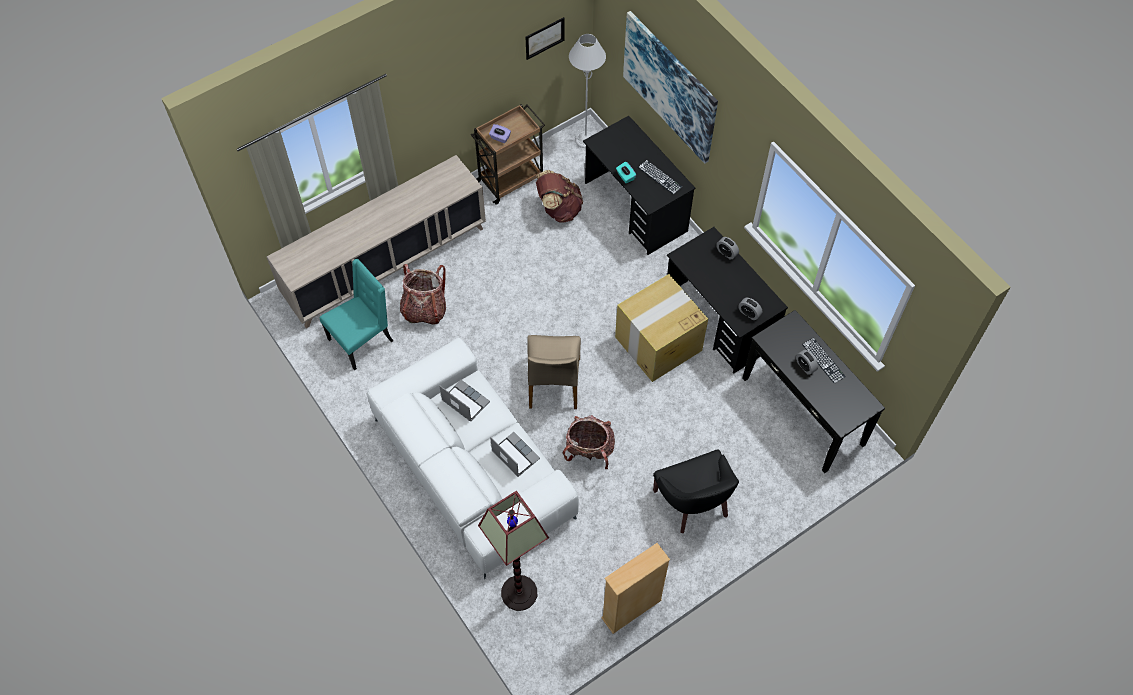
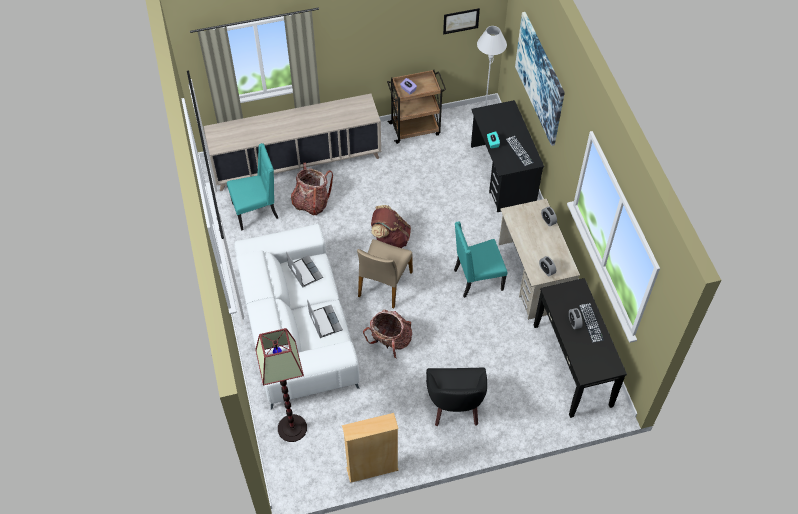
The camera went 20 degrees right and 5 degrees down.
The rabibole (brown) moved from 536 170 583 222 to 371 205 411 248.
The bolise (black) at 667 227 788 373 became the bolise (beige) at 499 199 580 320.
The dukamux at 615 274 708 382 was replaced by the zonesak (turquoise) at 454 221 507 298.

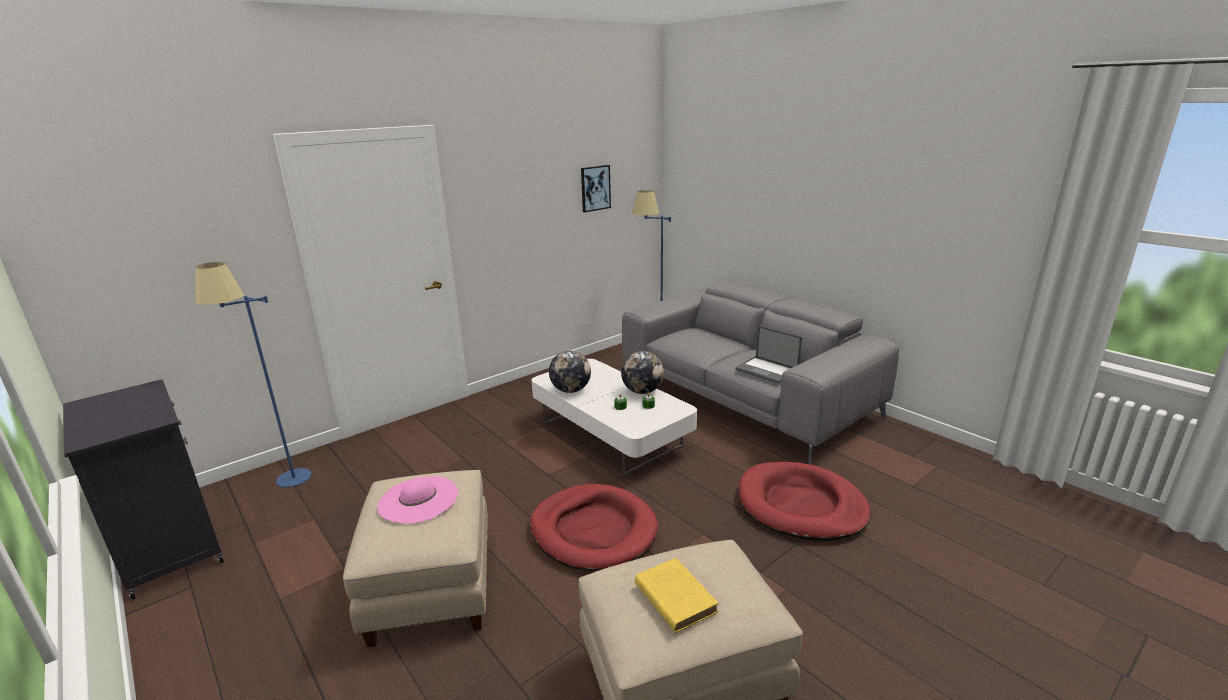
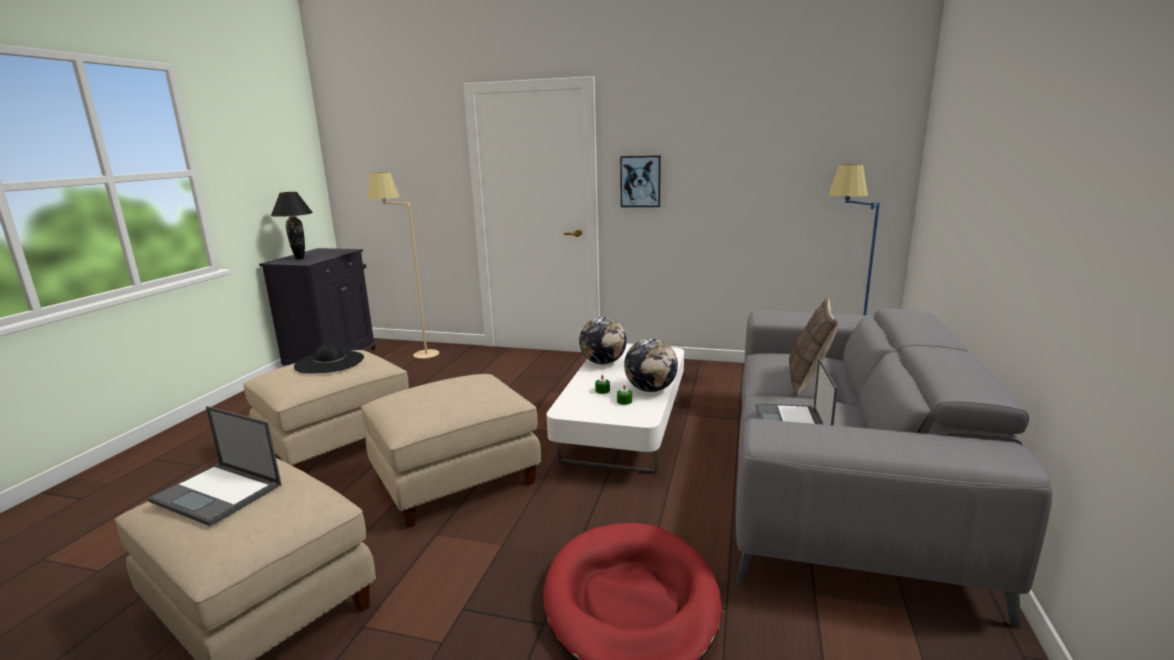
The camera went 55 degrees right and 5 degrees down.
The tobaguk moved from 581 165 611 212 to 620 155 661 207.
The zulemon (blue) at 195 262 312 488 became the zulemon (beige) at 367 172 439 359.
The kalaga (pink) at 377 476 458 524 became the kalaga (black) at 294 344 364 374.
The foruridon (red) at 530 484 658 570 was replaced by the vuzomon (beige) at 361 374 541 528.
The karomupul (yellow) at 635 558 719 633 was replaced by the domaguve at 148 406 282 526.
The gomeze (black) at 271 192 313 259 appeared.
The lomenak at 789 298 838 396 appeared.

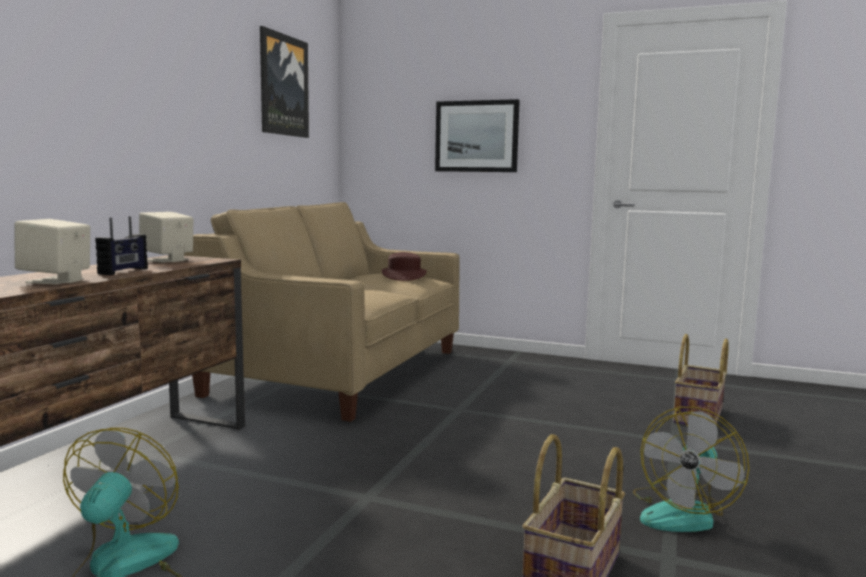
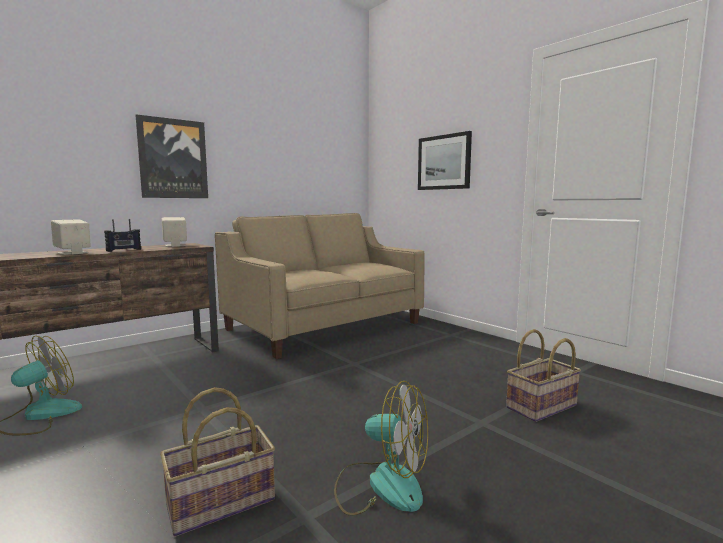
The camera went 30 degrees right and 0 degrees up.
The tobaguk moved from 260 26 309 138 to 135 114 208 198.
The kalaga (brown) at 382 252 427 281 disappeared.
The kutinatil at 633 407 749 532 turned 135 degrees counterclockwise.

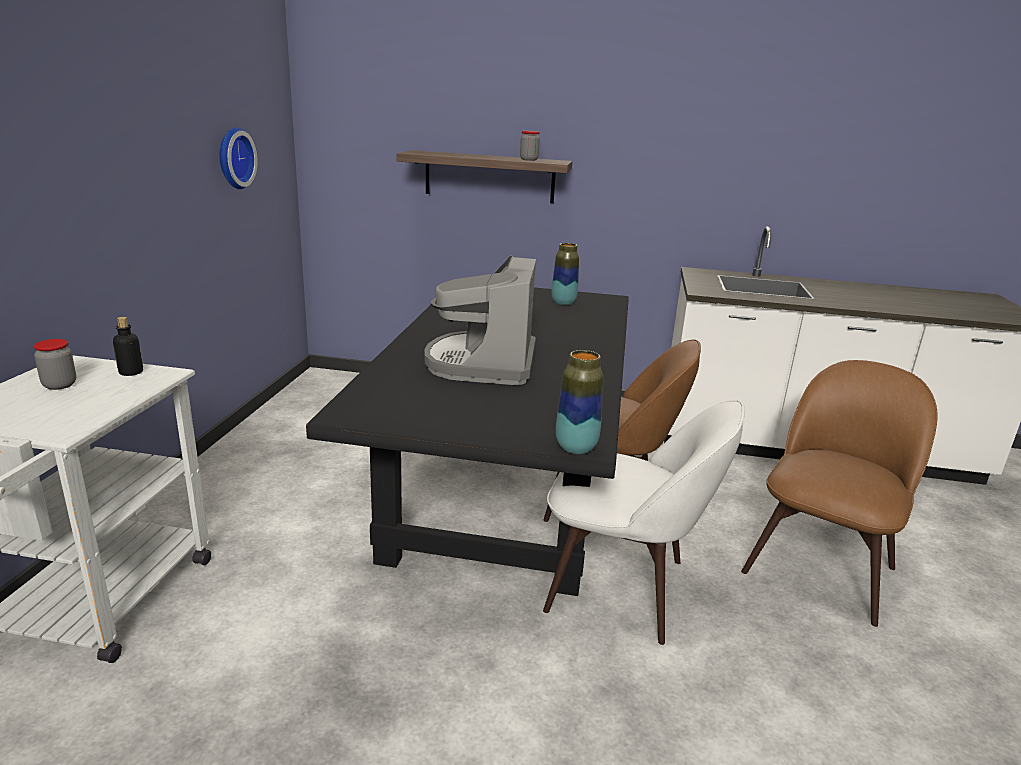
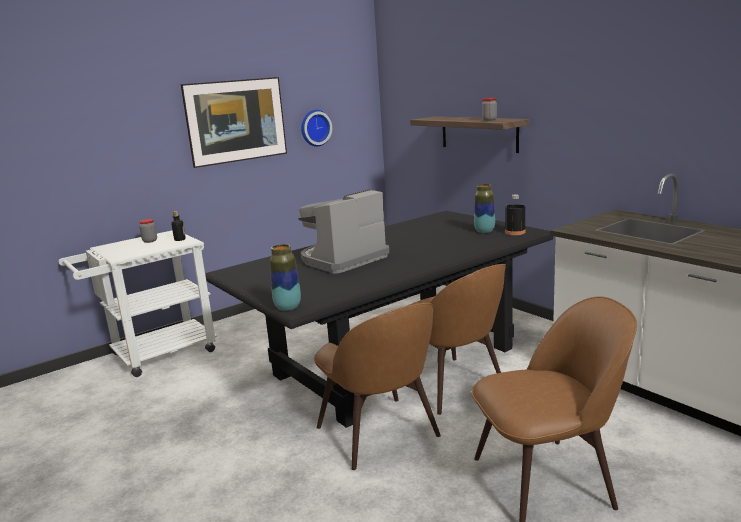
The camera went 45 degrees right and 5 degrees down.
The zonesak (white) at 543 400 745 645 became the zonesak (brown) at 314 303 441 470.
The tobaguk at 181 77 287 168 appeared.
The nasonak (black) at 505 194 525 235 appeared.

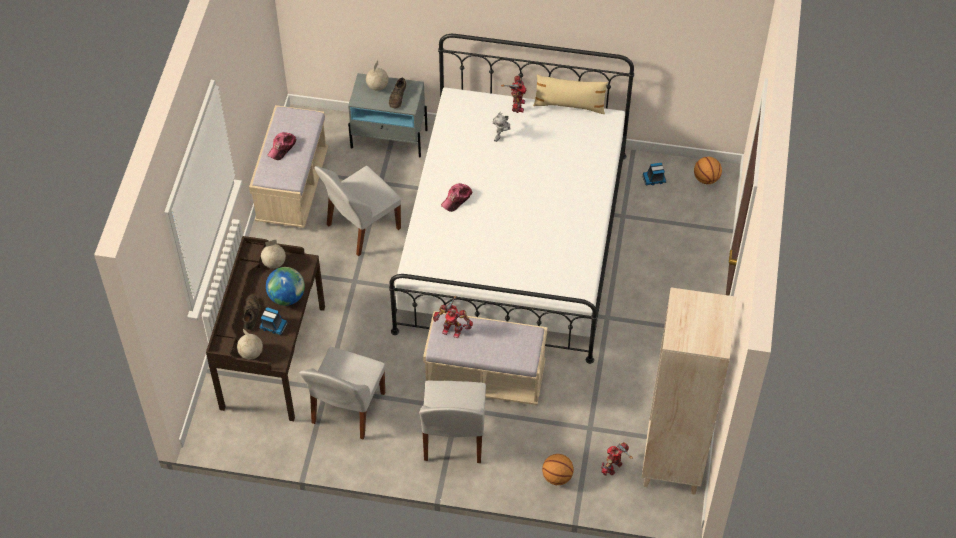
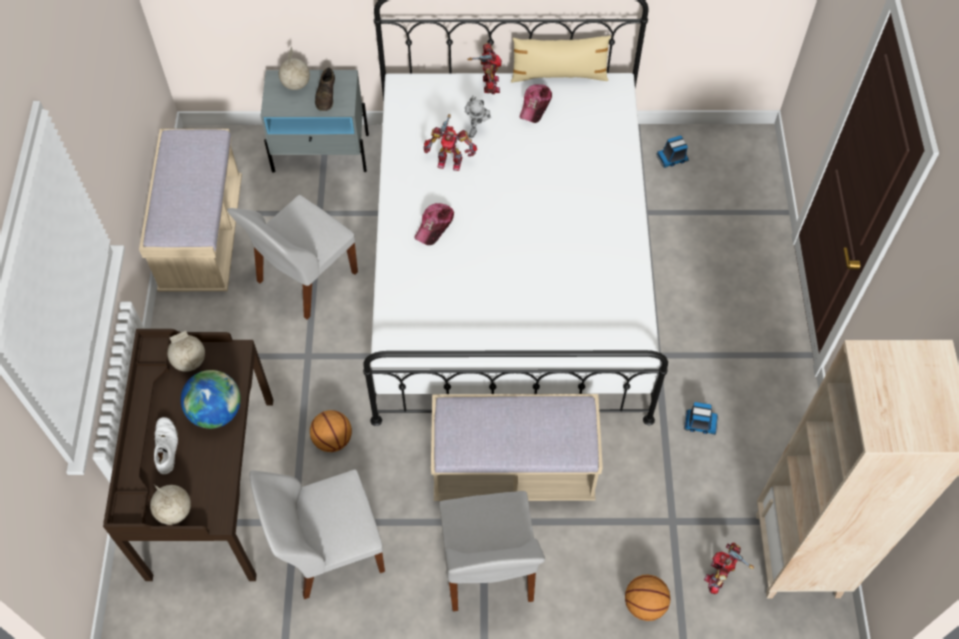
The camera went 10 degrees left and 5 degrees up.
The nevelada moved from 268 132 296 160 to 520 84 552 123.
The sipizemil moved from 694 157 722 184 to 310 410 352 452.
The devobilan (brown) at 243 295 260 330 became the devobilan (white) at 154 417 178 474.
The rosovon moved from 433 296 473 338 to 423 114 477 171.
The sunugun moved from 259 307 287 335 to 684 402 718 435.
The zonesak (white) at 300 347 385 439 turned 60 degrees clockwise.

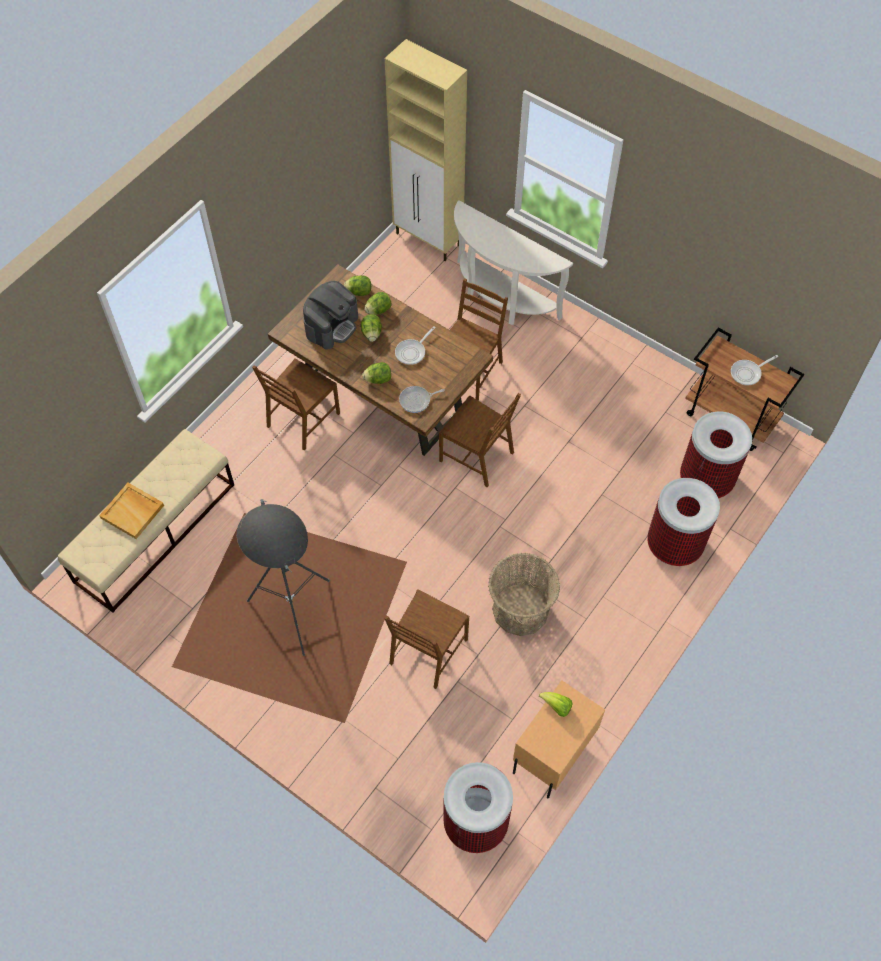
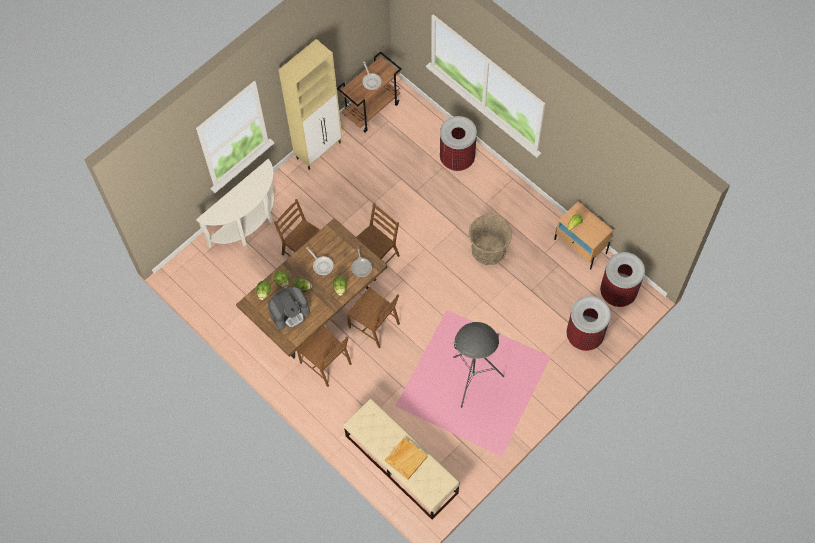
The camera went 80 degrees left and 5 degrees up.
The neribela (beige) moved from 385 39 467 261 to 279 39 342 170.
The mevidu at 303 281 358 349 turned 105 degrees clockwise.
The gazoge moved from 680 412 752 498 to 566 296 611 351.
The zulemon (brown) at 172 499 407 723 became the zulemon (pink) at 395 310 550 457.
The zonesak (brown) moved from 384 589 469 689 to 346 287 400 348.

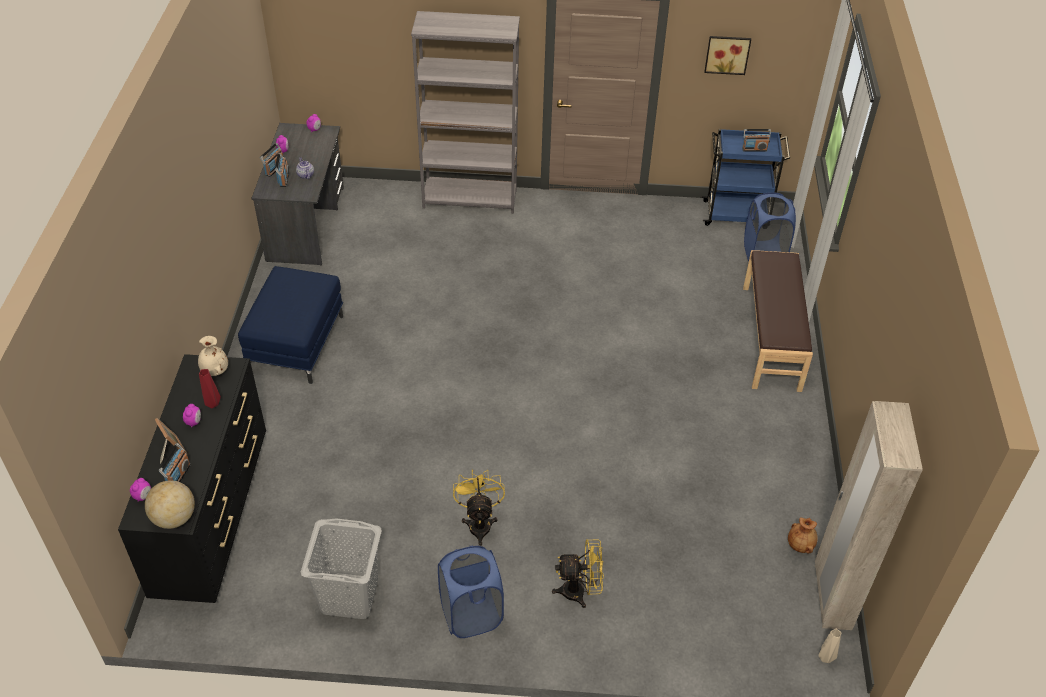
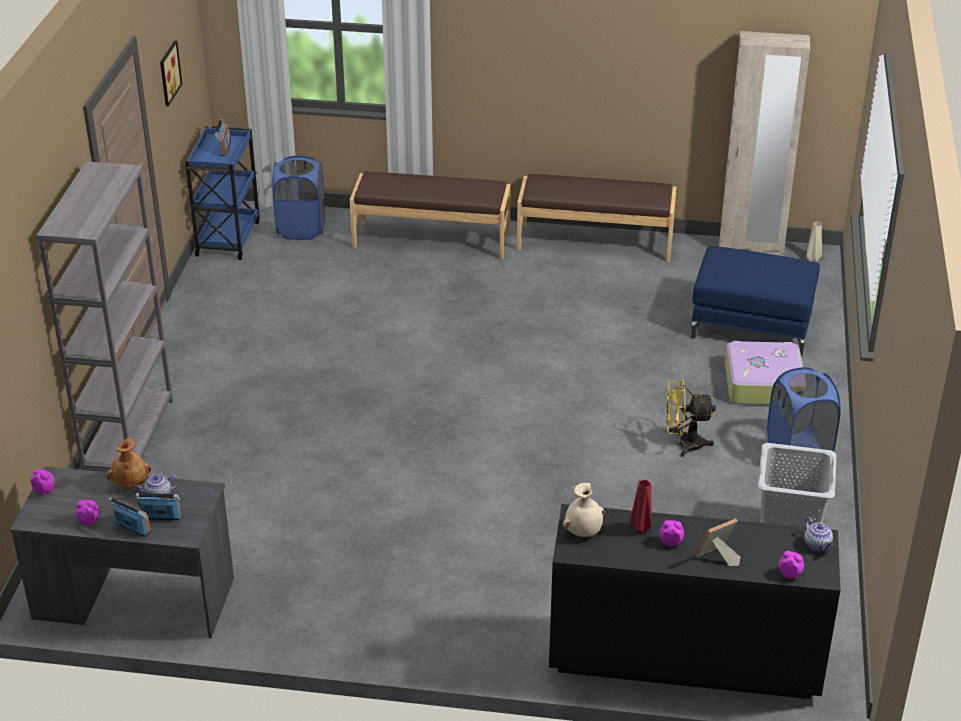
The camera went 85 degrees left and 10 degrees down.
The vuzomon (blue) moved from 238 266 343 384 to 691 245 820 356.
The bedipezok at 159 443 191 482 disappeared.
The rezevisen at 145 480 195 529 was replaced by the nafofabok at 804 517 833 552.
The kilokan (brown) moved from 788 518 818 553 to 106 438 151 489.
The kutinatil (yellow) at 552 539 604 608 was replaced by the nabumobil at 725 341 803 405.
The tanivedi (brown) at 517 174 677 262 appeared.

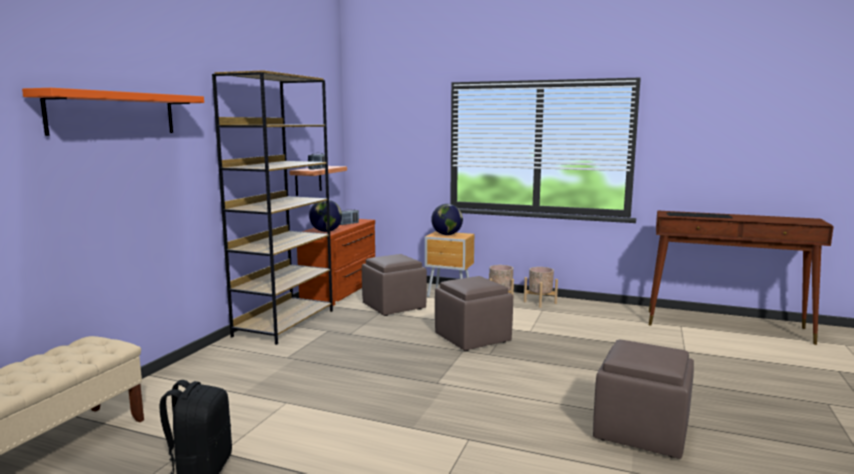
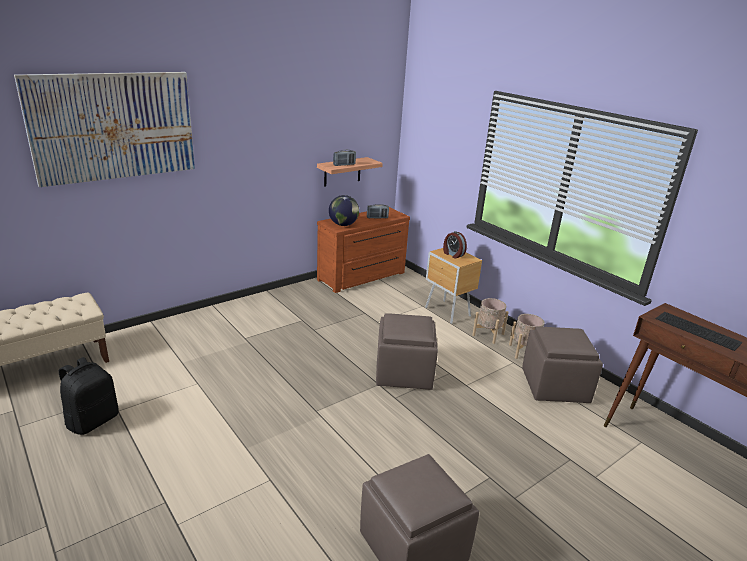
The camera went 30 degrees right and 15 degrees up.
The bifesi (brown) at 212 70 333 345 disappeared.
The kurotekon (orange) at 22 88 204 136 was replaced by the tobaguk at 14 72 195 187.
The rezevisen at 431 204 463 235 was replaced by the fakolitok at 443 231 467 259.
The vuzomon (brown) moved from 362 254 427 316 to 522 327 603 403.

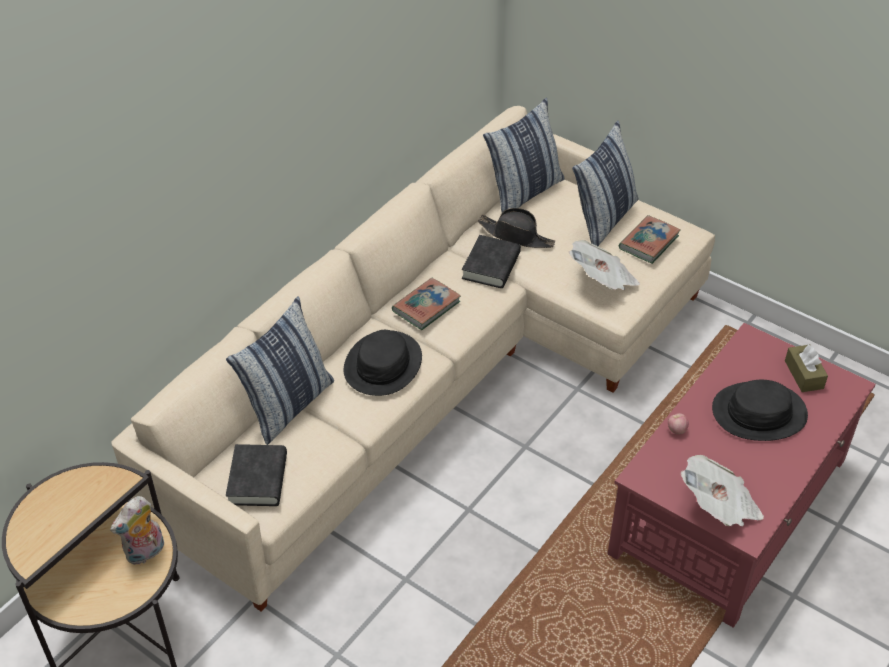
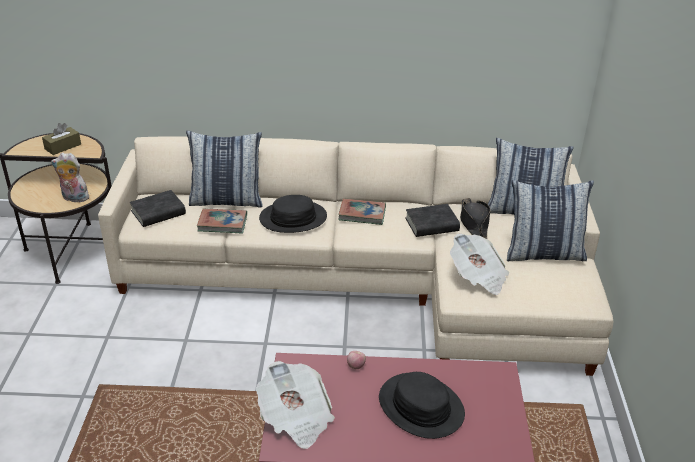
The camera went 55 degrees right and 10 degrees down.
The karomupul moved from 619 215 681 264 to 197 209 247 234.
The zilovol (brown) moved from 785 344 828 392 to 42 123 81 155.

